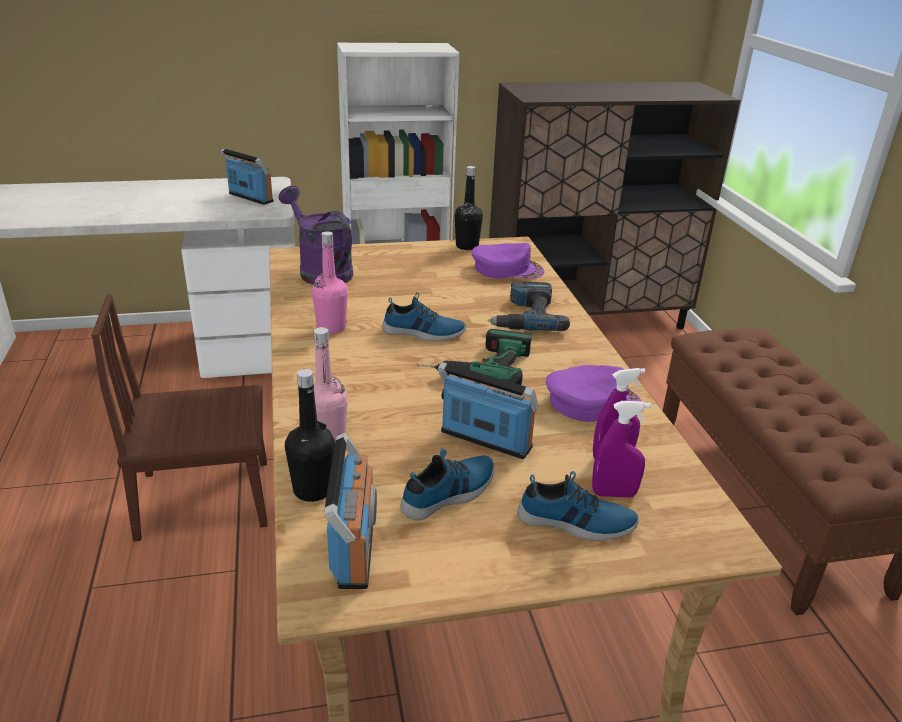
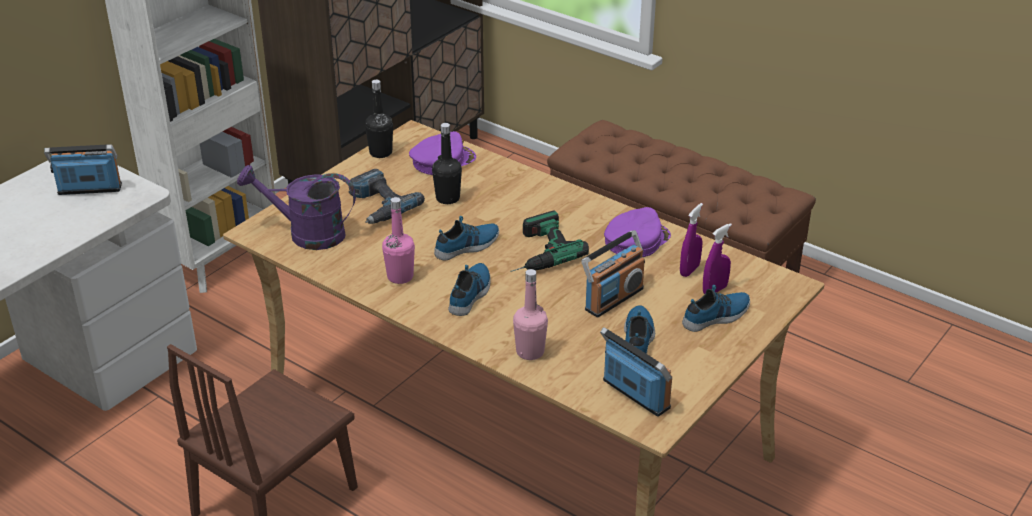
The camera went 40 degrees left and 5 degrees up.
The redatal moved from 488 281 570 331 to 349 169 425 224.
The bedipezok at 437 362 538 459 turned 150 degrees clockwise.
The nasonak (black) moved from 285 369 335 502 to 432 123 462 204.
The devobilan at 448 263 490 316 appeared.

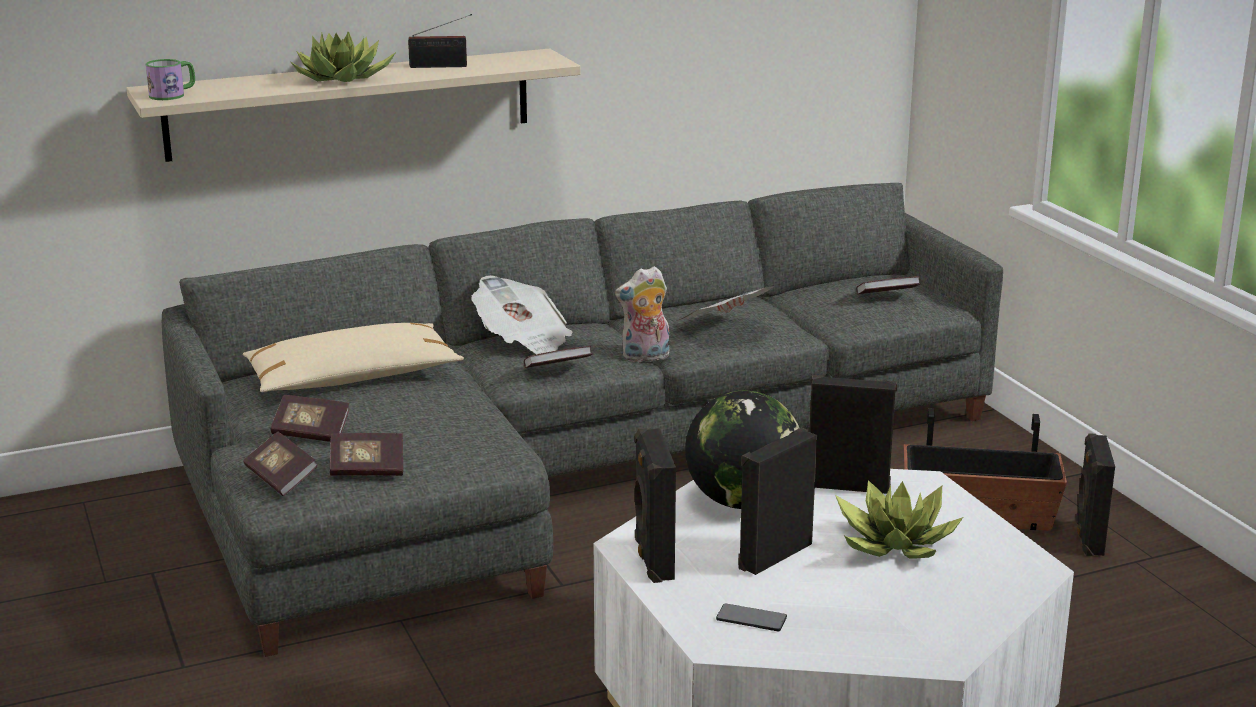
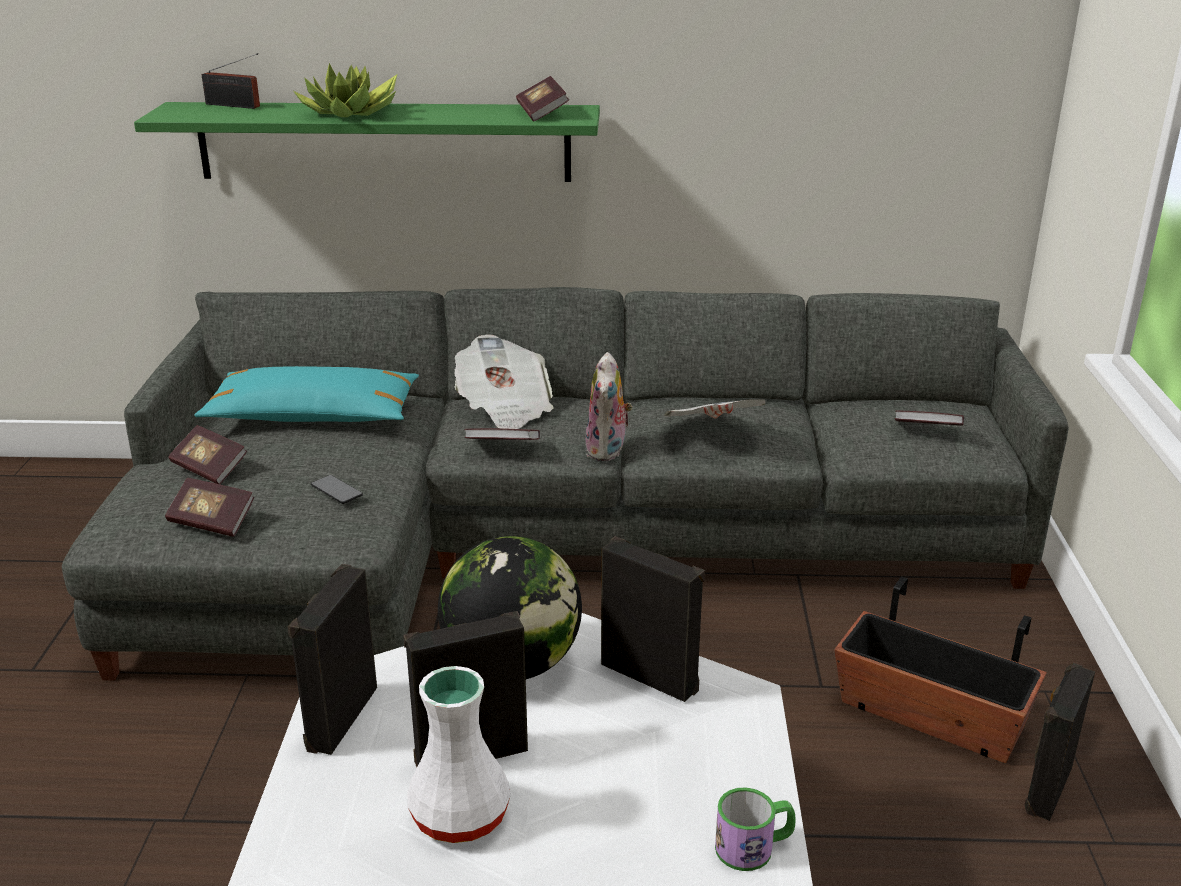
The camera went 25 degrees right and 5 degrees up.
The bedipezok moved from 408 14 472 68 to 202 53 260 109.
The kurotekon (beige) at 127 49 581 162 became the kurotekon (green) at 134 102 600 182.
The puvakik moved from 145 59 195 100 to 715 788 796 871.
The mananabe at 615 266 669 363 turned 90 degrees counterclockwise.
The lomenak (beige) at 243 323 464 392 became the lomenak (turquoise) at 195 366 419 422.
The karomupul moved from 243 432 318 496 to 516 76 569 121.
The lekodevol at 835 480 963 558 disappeared.
The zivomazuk moved from 716 603 787 631 to 311 475 363 504.
The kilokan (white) at 407 666 510 843 appeared.

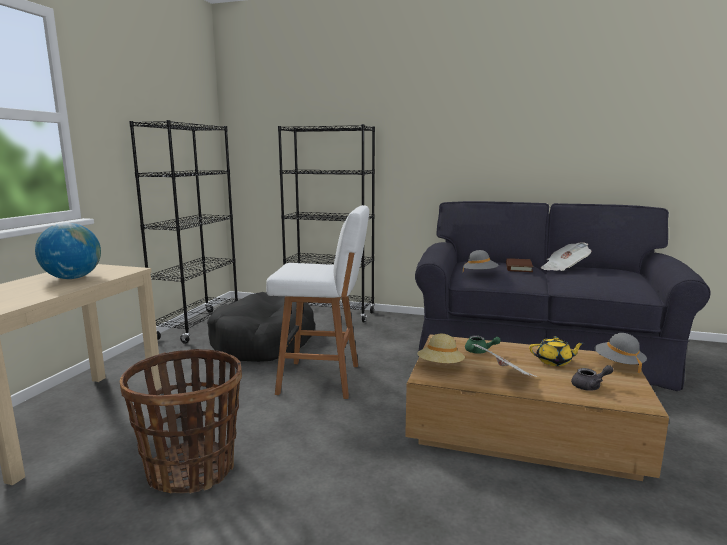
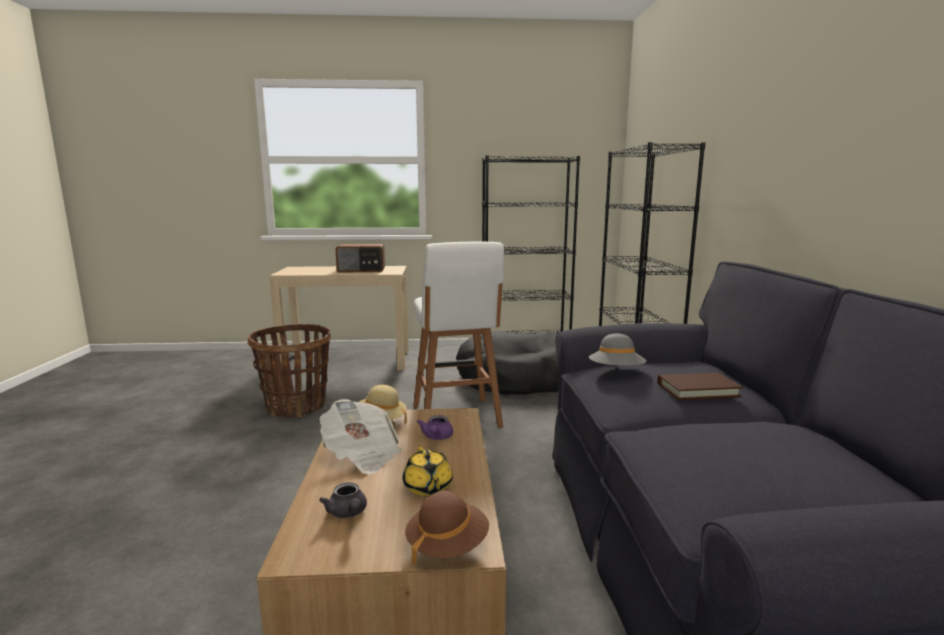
The camera went 70 degrees right and 0 degrees up.
The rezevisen at 35 223 101 279 was replaced by the bedipezok at 335 244 385 273.
The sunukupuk at 541 242 591 271 disappeared.
The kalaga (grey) at 595 333 647 373 became the kalaga (brown) at 405 491 489 565.
The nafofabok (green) at 465 335 501 354 became the nafofabok (purple) at 417 415 453 440.

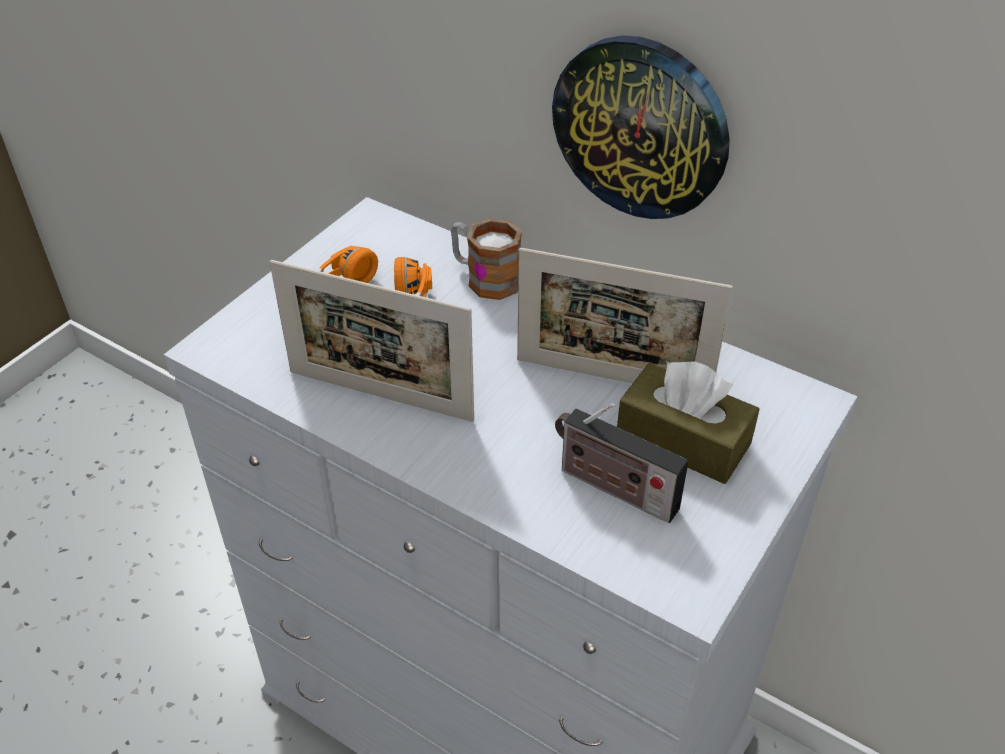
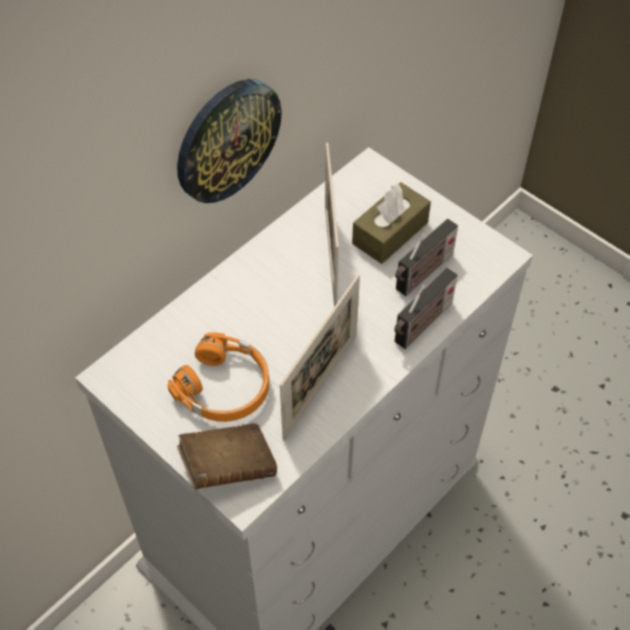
The camera went 80 degrees left and 10 degrees up.
The puvakik at 451 218 522 300 disappeared.
The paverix at 517 248 733 383 turned 150 degrees clockwise.
The bedipezok at 394 268 457 349 appeared.
The karomupul (brown) at 177 423 277 489 appeared.

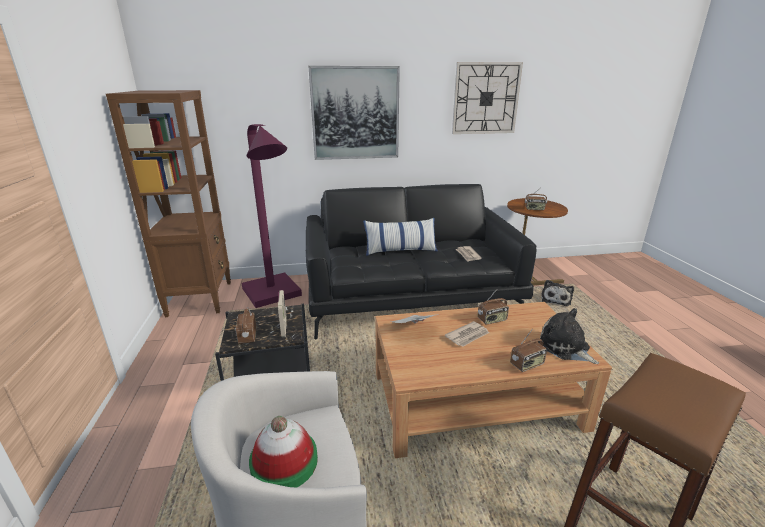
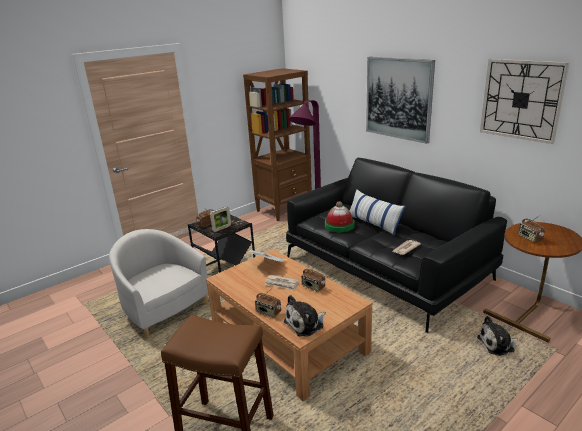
The camera went 60 degrees right and 0 degrees up.
The mananabe at 538 308 599 364 turned 150 degrees counterclockwise.
The kalaga moved from 249 416 318 487 to 325 201 354 233.

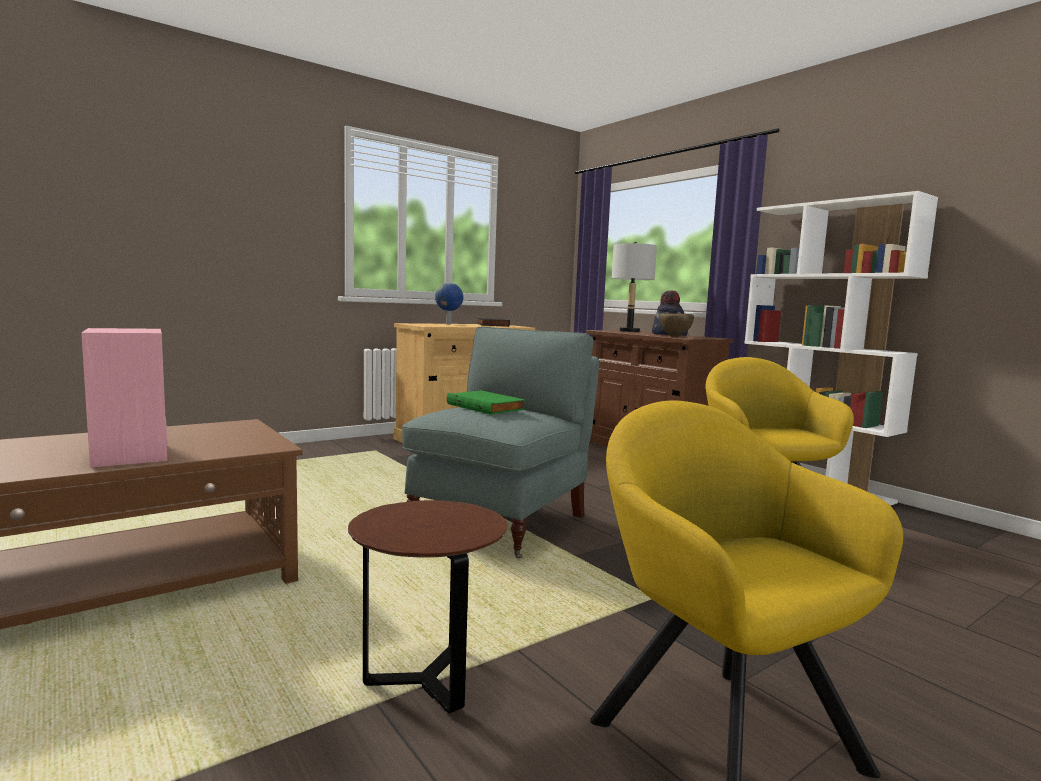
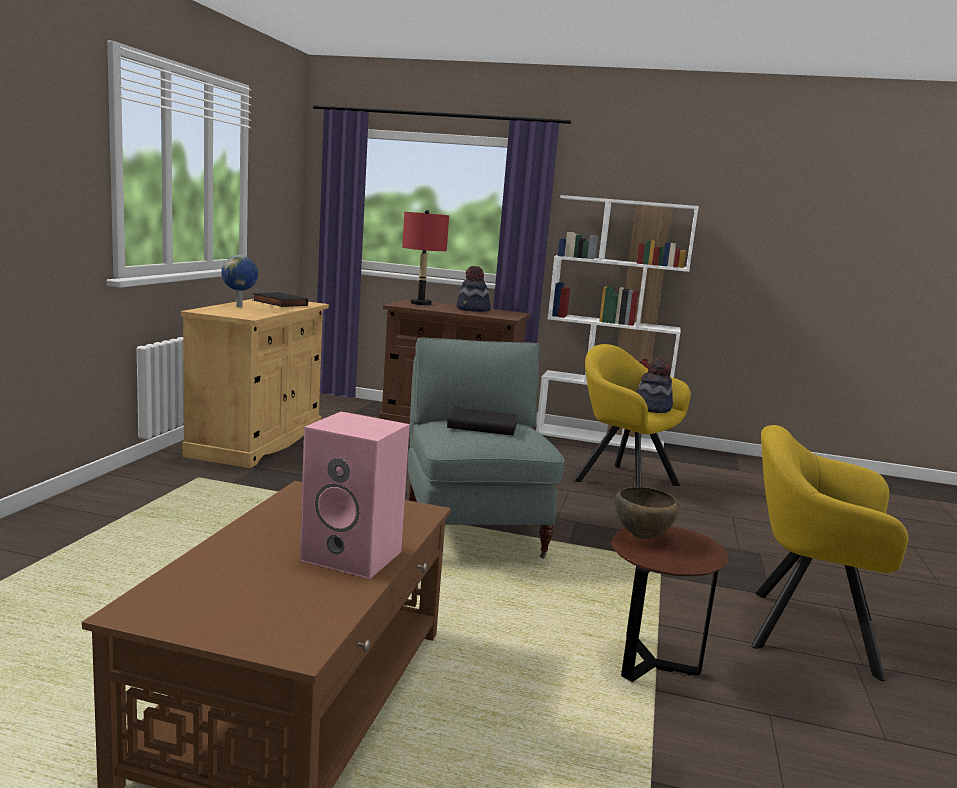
The camera went 40 degrees left and 5 degrees up.
The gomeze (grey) at 612 242 657 332 became the gomeze (red) at 402 210 449 305.
The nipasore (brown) moved from 659 313 694 337 to 615 487 679 539.
The karomupul (green) at 447 390 525 415 became the karomupul (black) at 447 407 518 436.
The kalaga at 637 358 673 413 appeared.

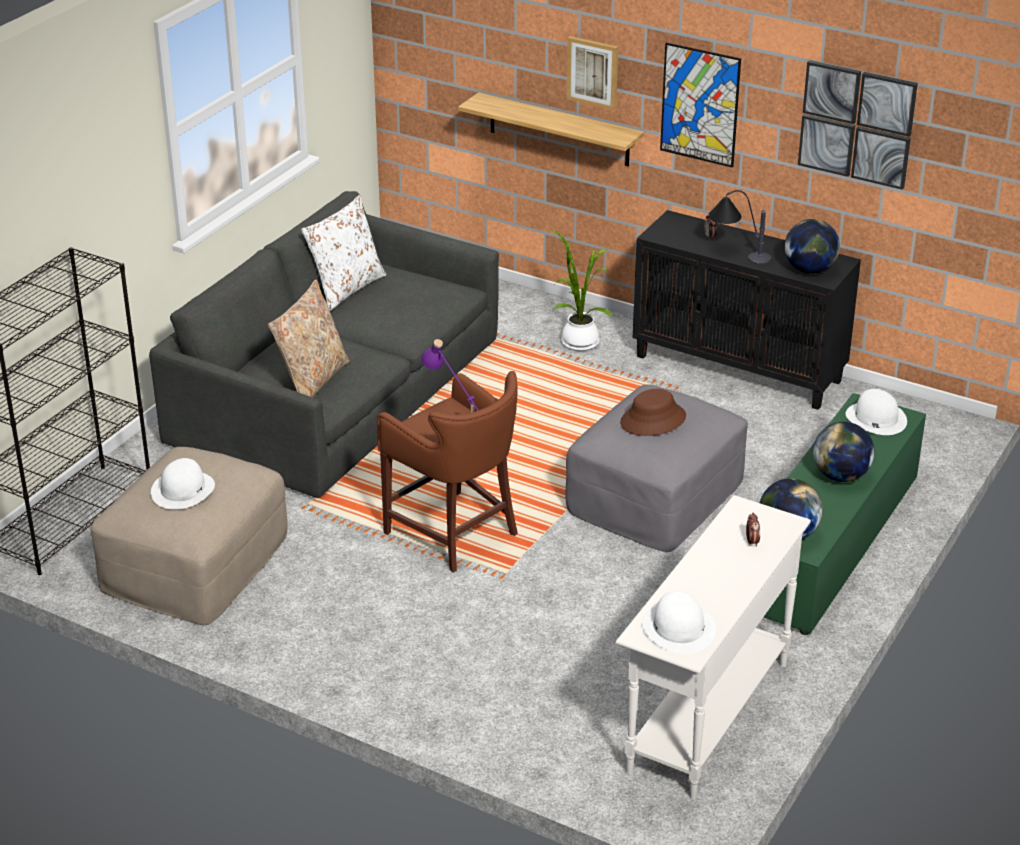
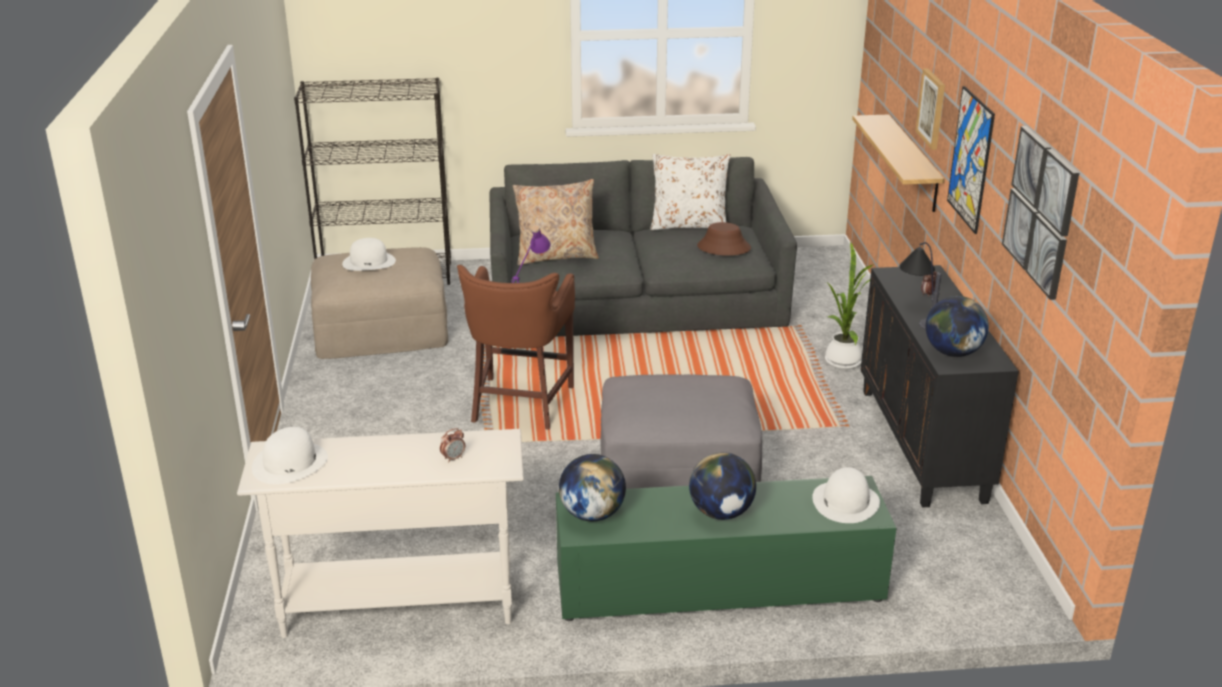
The camera went 55 degrees right and 5 degrees down.
The kalaga (brown) moved from 620 389 686 436 to 697 222 751 256.

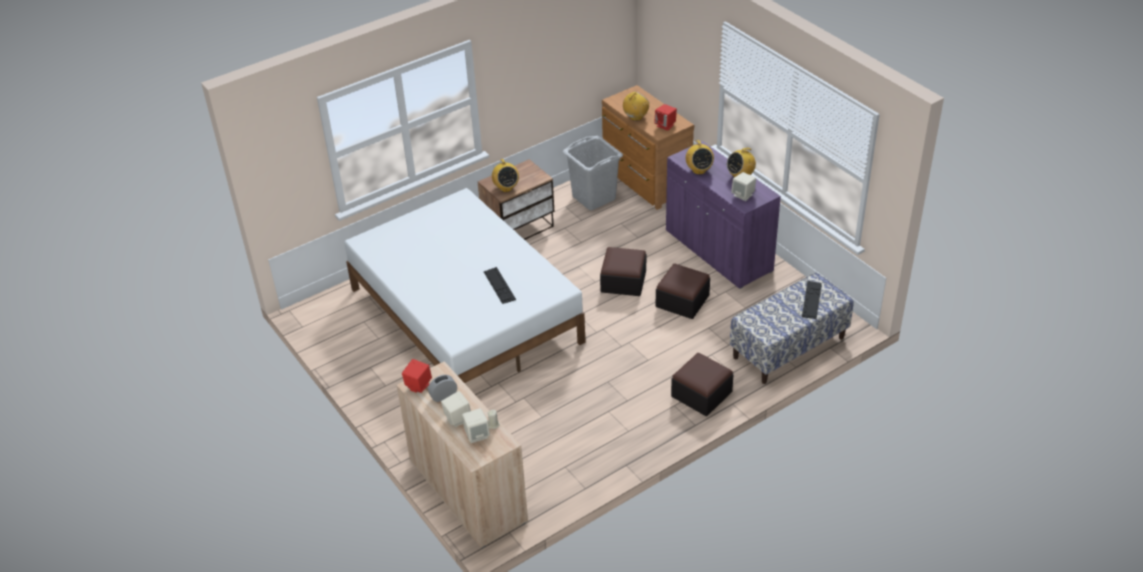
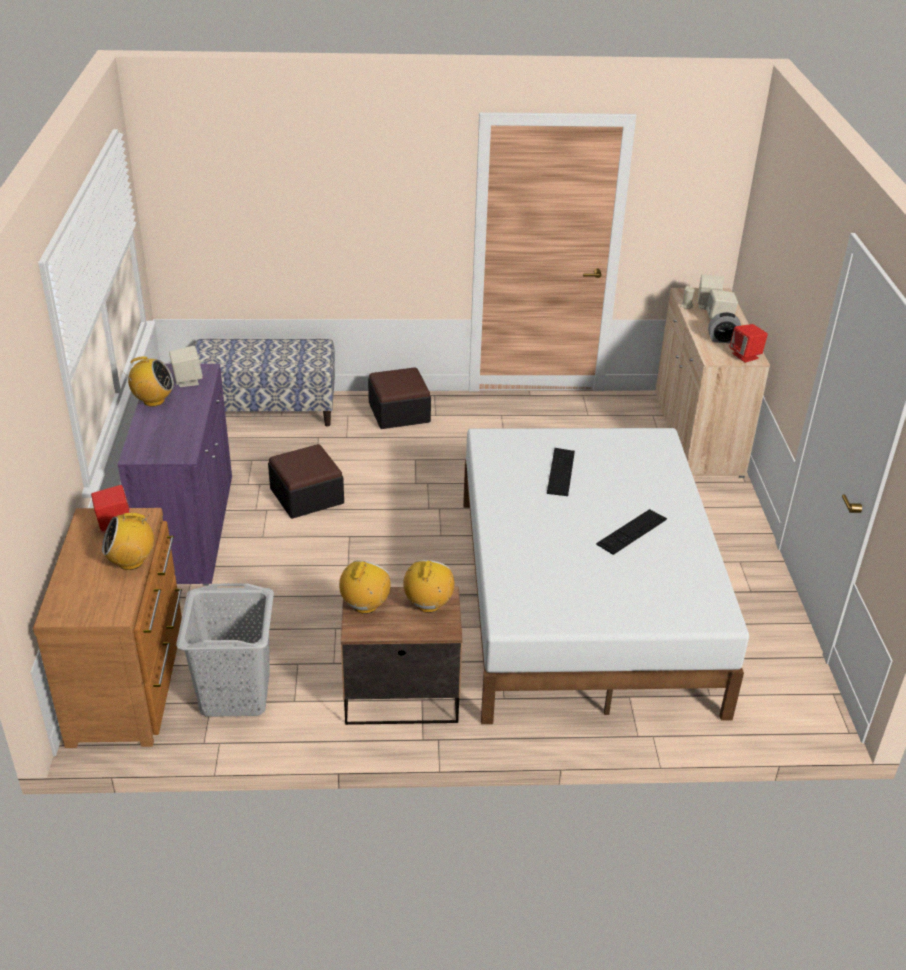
The camera went 150 degrees left and 5 degrees down.
The bedipezok moved from 686 140 714 174 to 339 560 391 614.
The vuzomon at 600 247 646 296 disappeared.
The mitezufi moved from 802 281 822 319 to 596 509 667 555.

